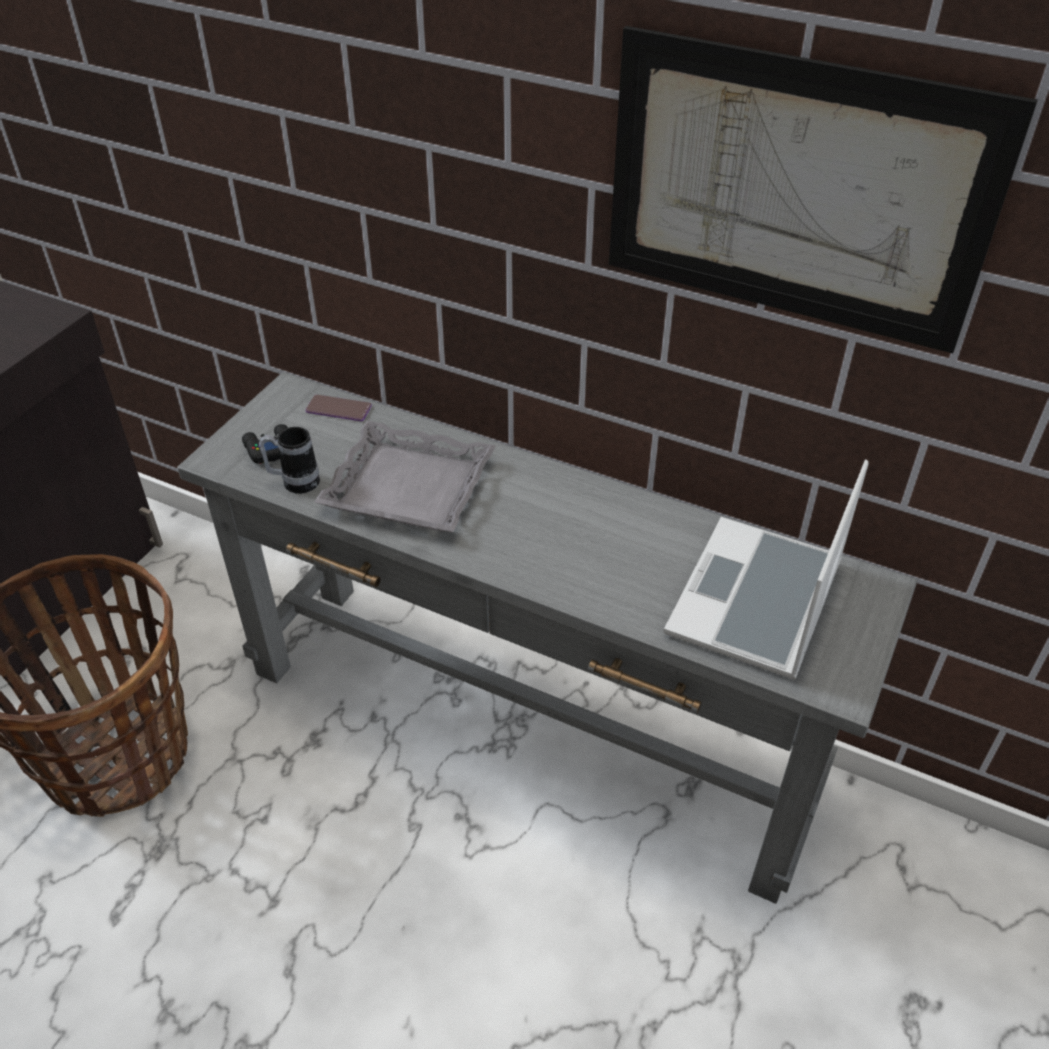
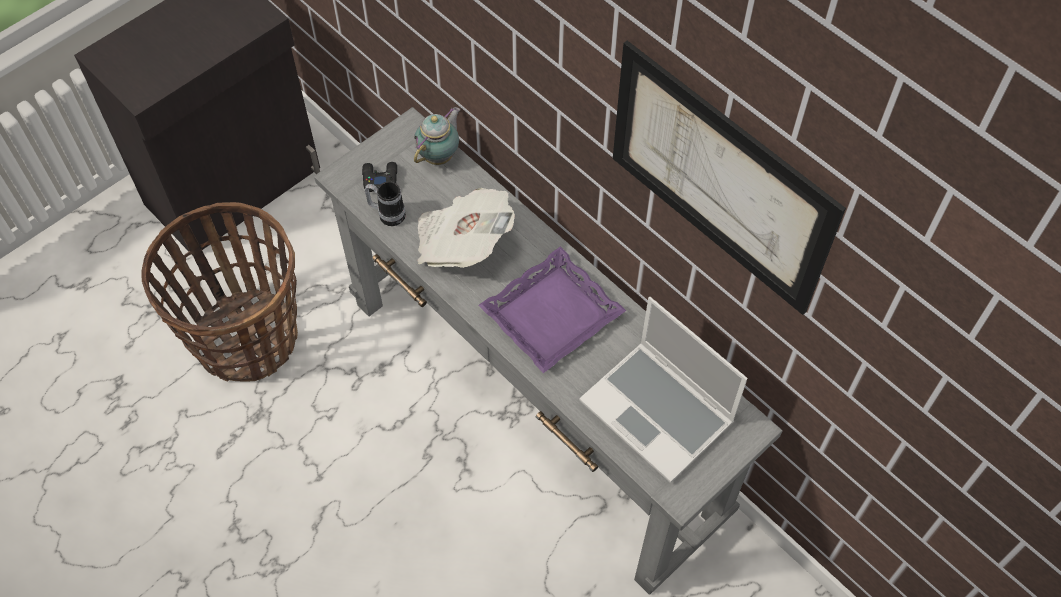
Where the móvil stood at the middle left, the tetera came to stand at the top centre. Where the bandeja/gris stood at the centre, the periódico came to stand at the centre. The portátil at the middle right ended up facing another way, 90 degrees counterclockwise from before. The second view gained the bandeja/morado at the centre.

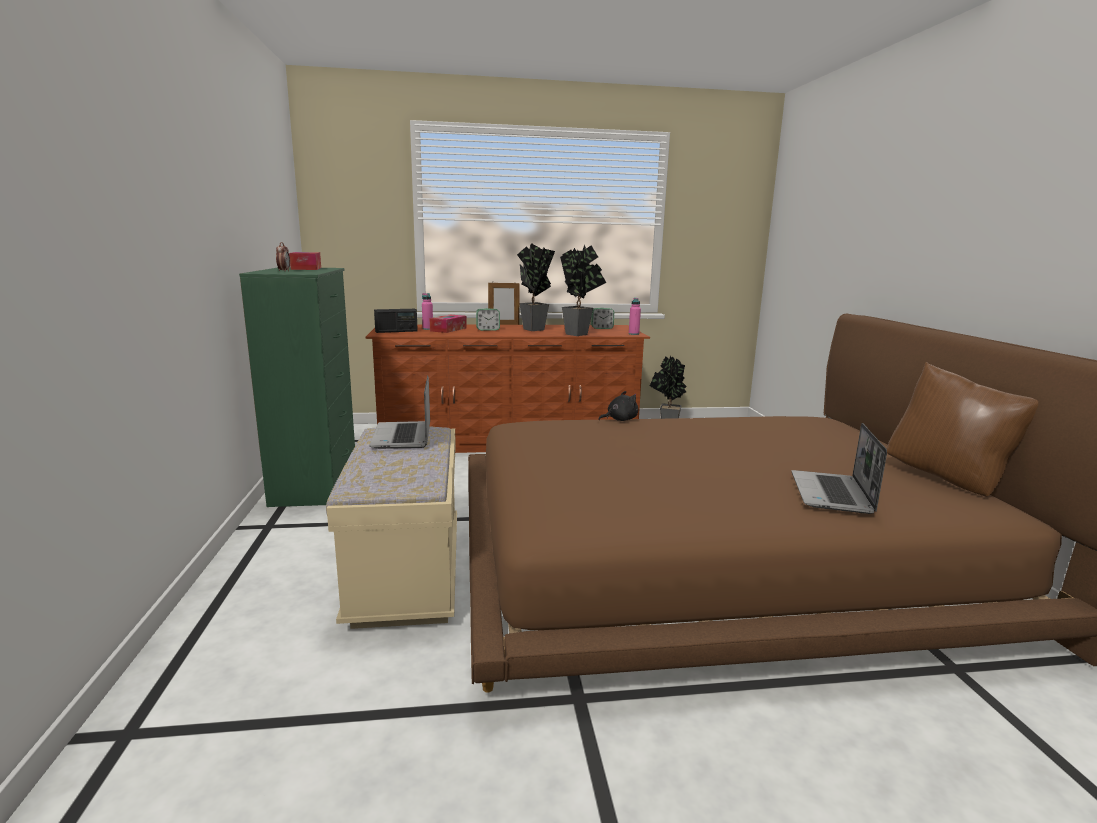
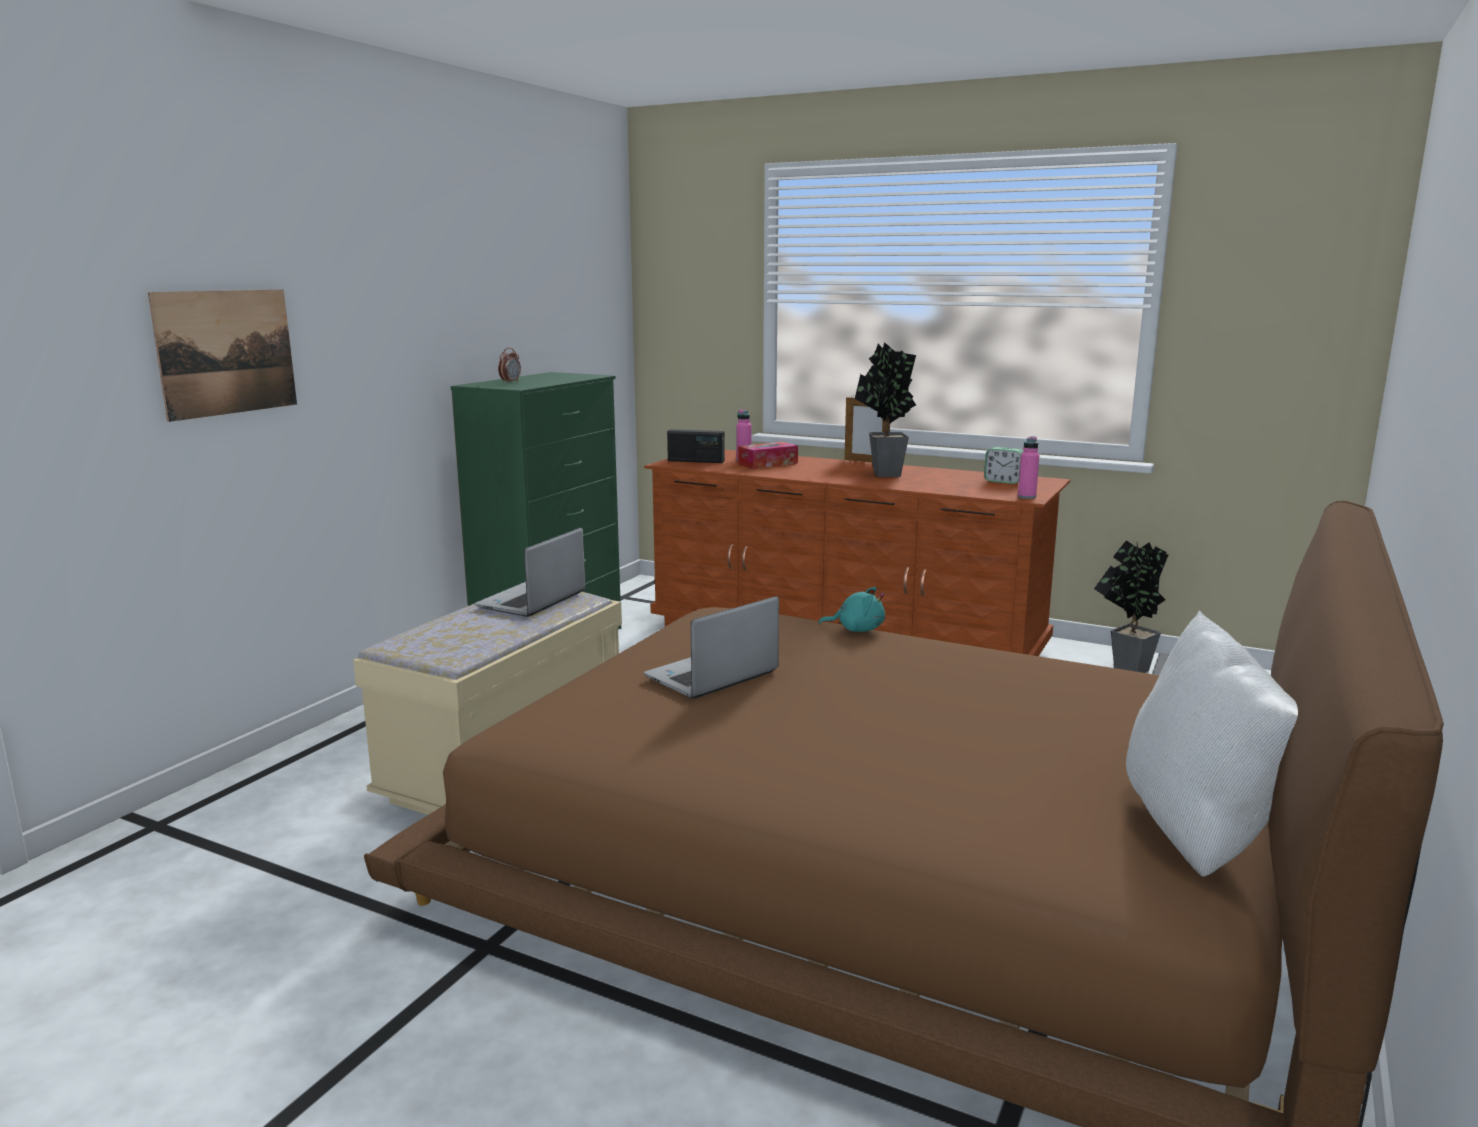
The second view lost the planta en maceta (2nd from left) at the centre. The second view lost the caja de pañuelos (1st from left) at the top left. The second view lost the despertador (2nd from left) at the centre. What was the cojín/marrón at the middle right turned into the cojín/blanco at the middle right. What was the peluche/negro at the centre turned into the peluche/turquesa at the centre. The portátil (2nd from left) ended up elsewhere, having gone from the middle right to the centre. The second view gained the cuadro at the top left.

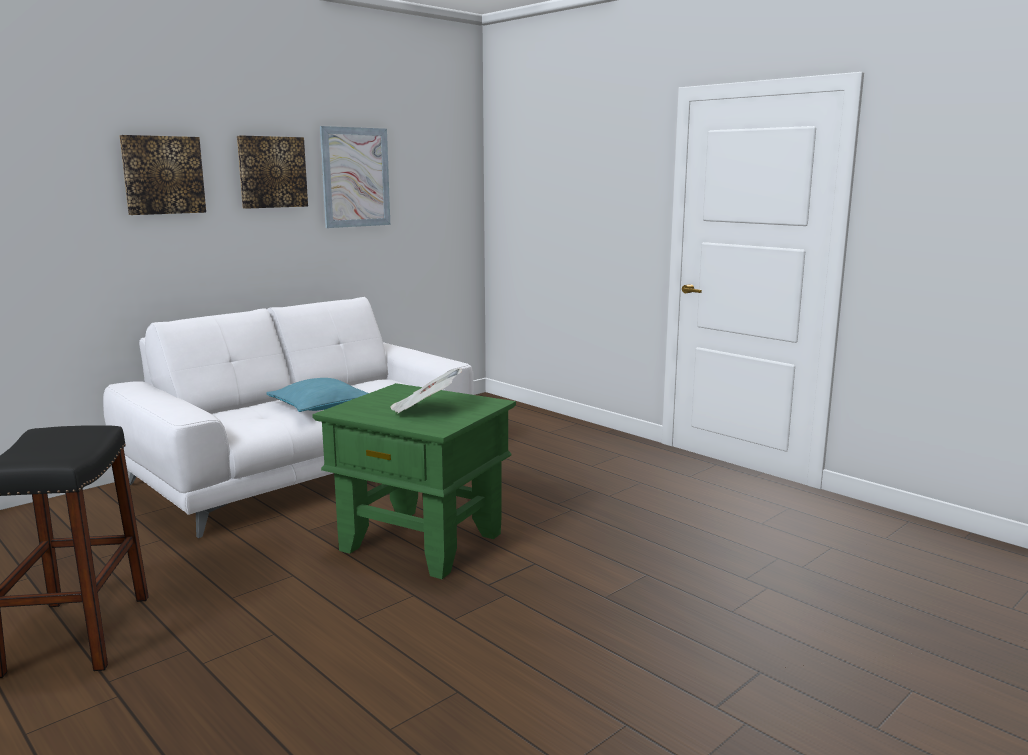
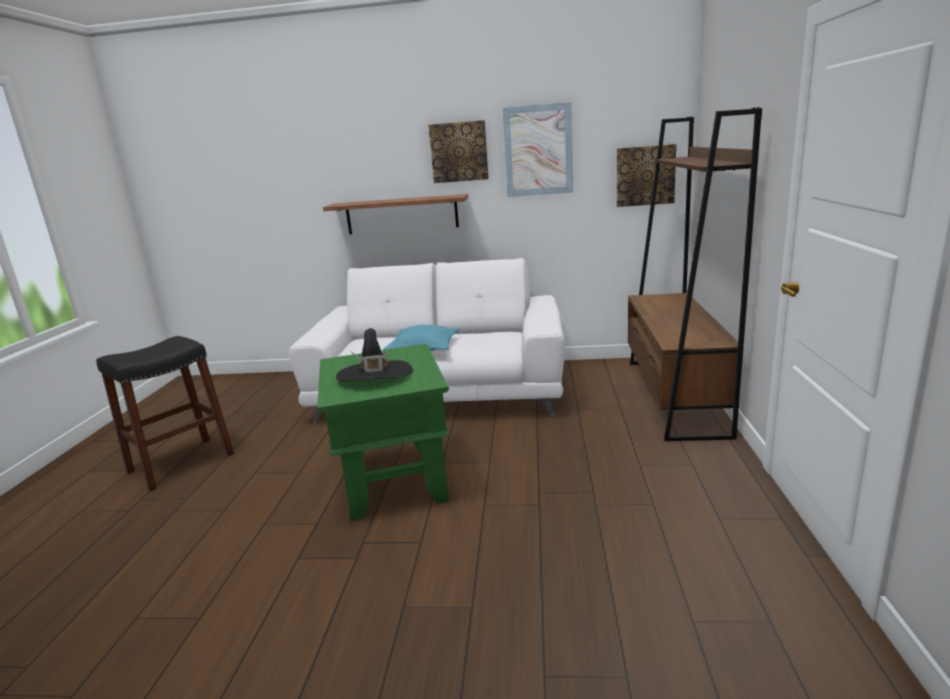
The cuadro (1st from left in the first image) ended up elsewhere, having gone from the top left to the top right. Where the periódico stood at the centre, the sombrero/negro came to stand at the centre. The second view gained the estantería/marrón at the middle right. The second view gained the estante at the top centre.

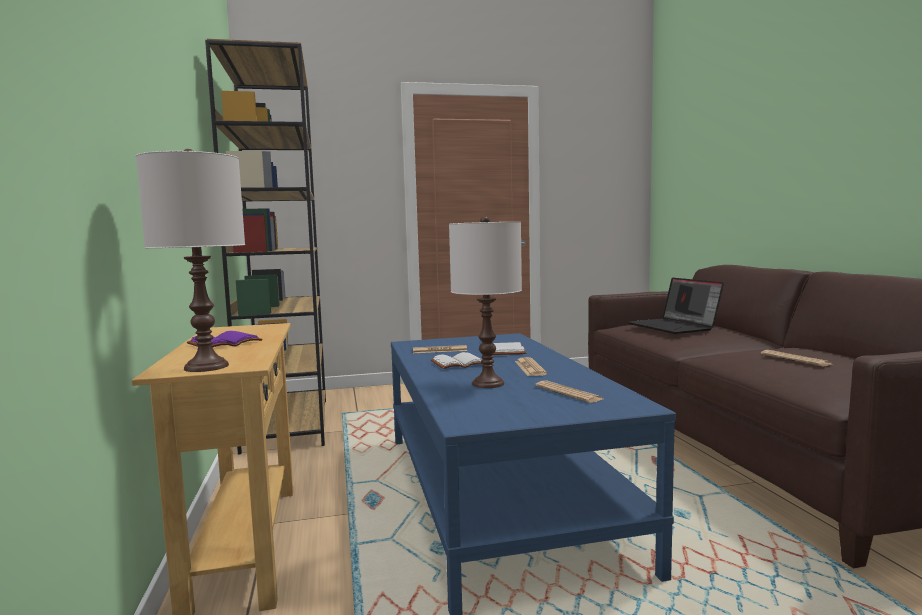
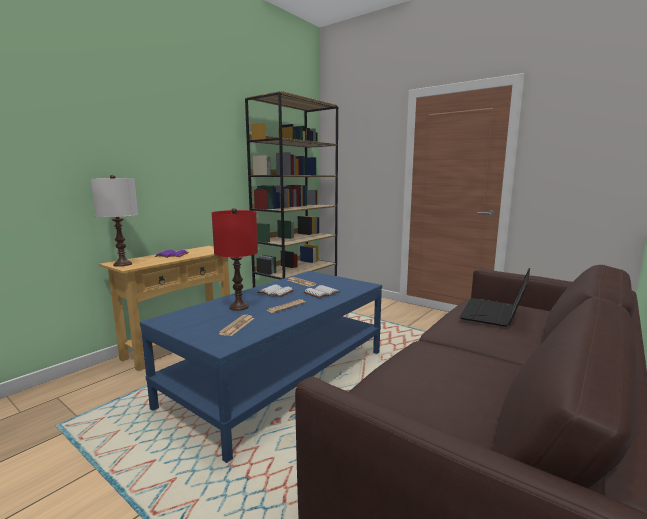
What was the lámpara de mesa/blanco (2nd from left) at the centre turned into the lámpara de mesa/rojo at the centre. The second view lost the periódico (4th from left) at the middle right.

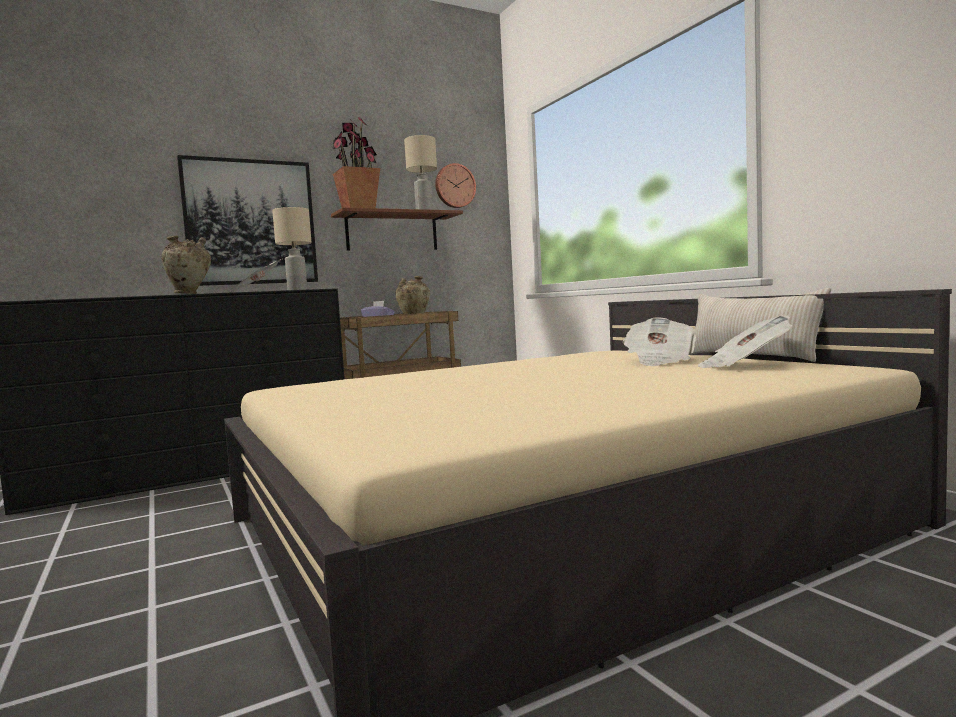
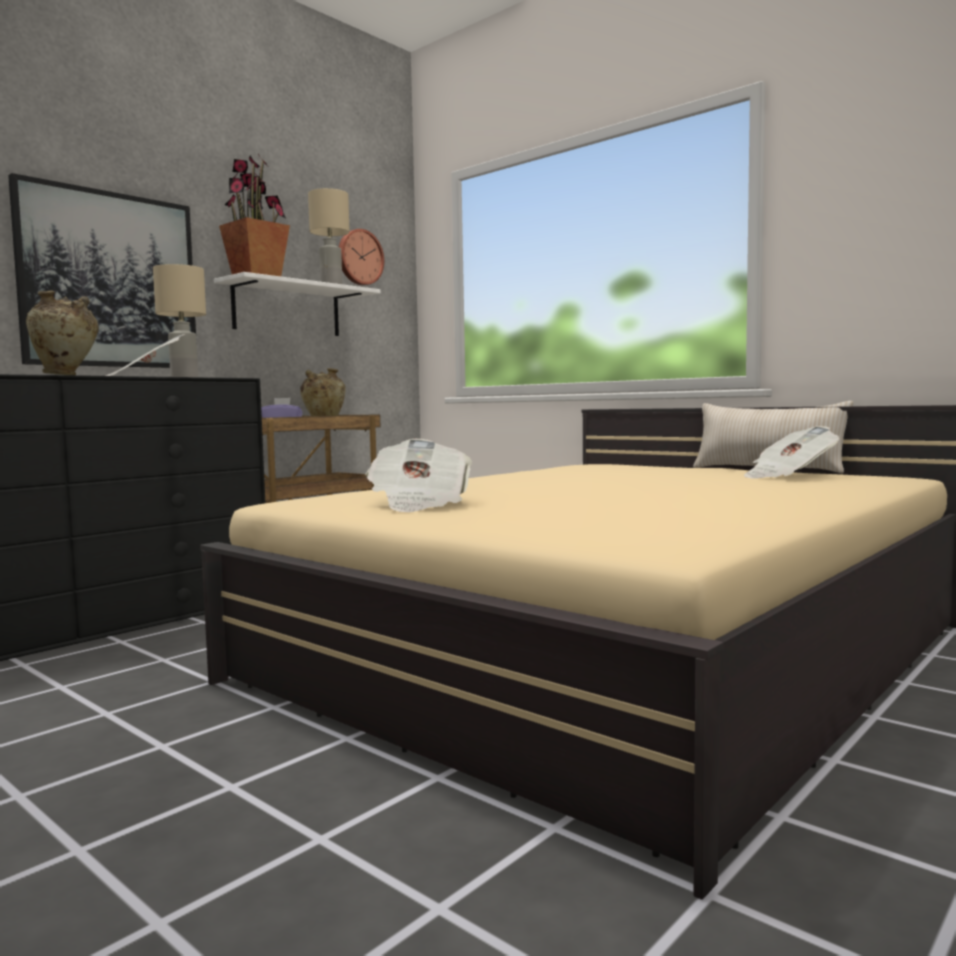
What was the estante/marrón at the top centre turned into the estante/blanco at the top left. The periódico (2nd from left) ended up elsewhere, having gone from the middle right to the centre.

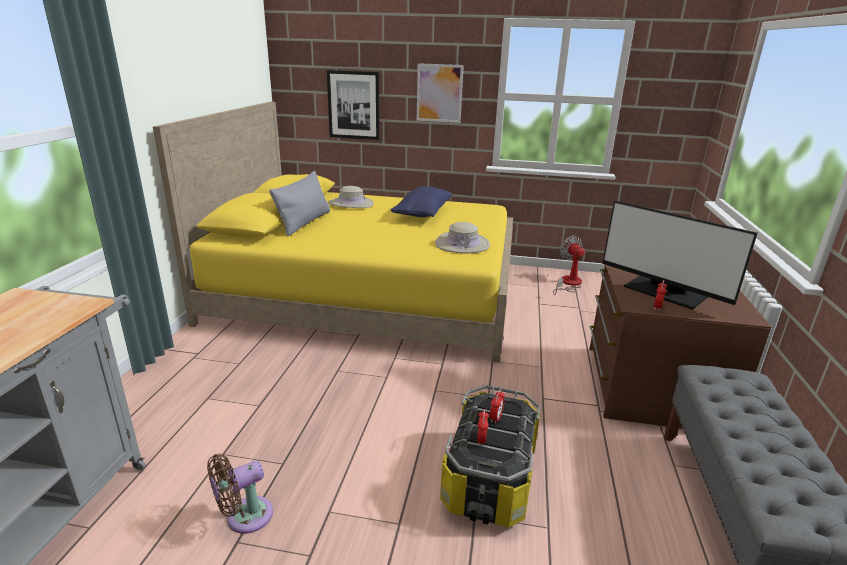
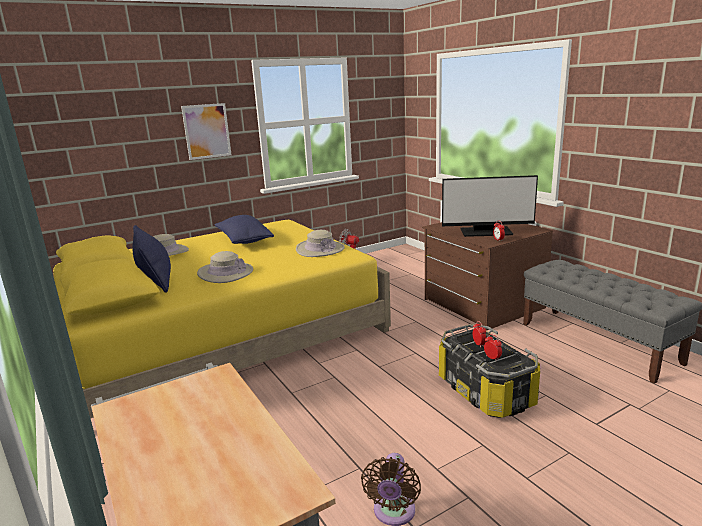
The second view lost the cuadro (1st from left) at the top centre. What was the cojín/gris at the centre turned into the cojín/azul (1st from left) at the middle left. The second view gained the sombrero/beis (2nd from left) at the middle left.

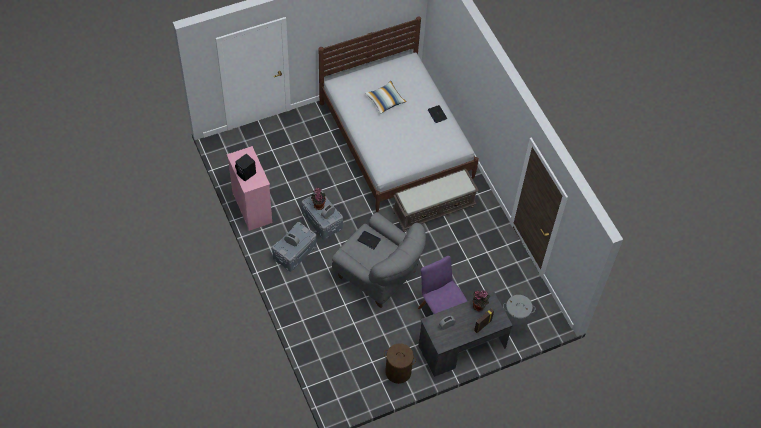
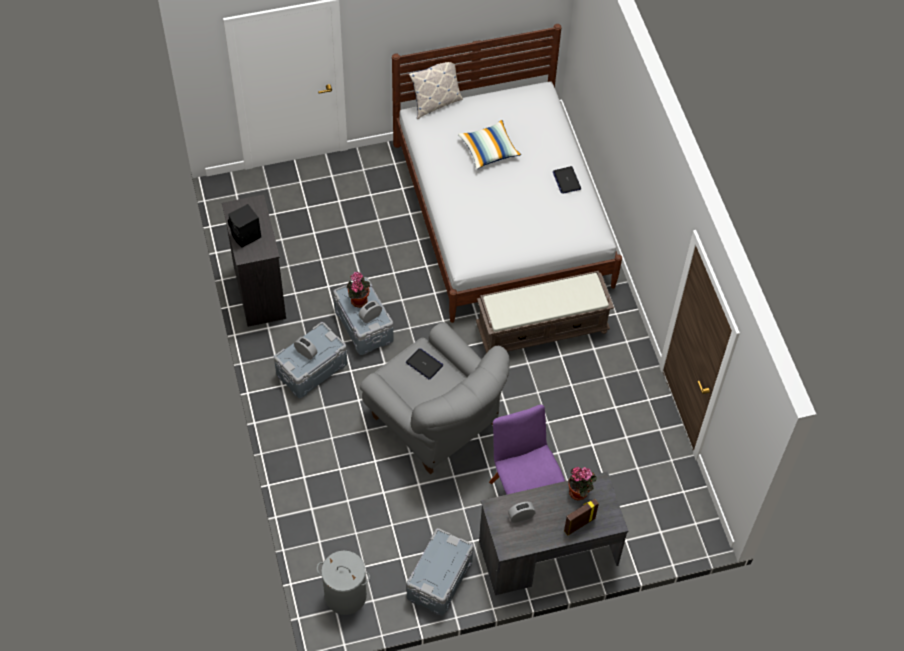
What was the cómoda/rosa at the middle left turned into the cómoda/negro at the middle left. The cesto de la ropa/gris ended up elsewhere, having gone from the bottom right to the bottom centre. Where the cesto de la ropa/marrón stood at the bottom centre, the caja de almacenaje/gris (3rd from left) came to stand at the bottom centre. The second view gained the cojín (1st from left) at the top centre.

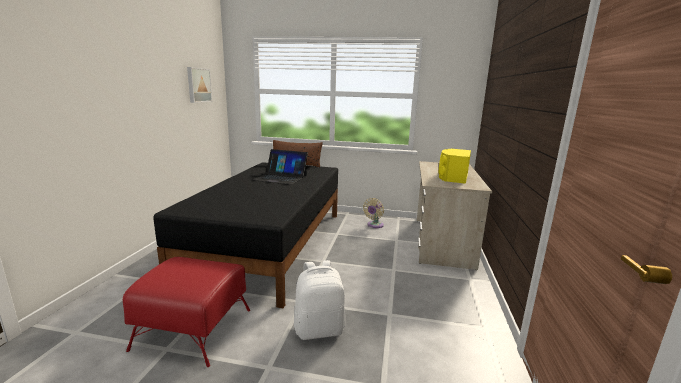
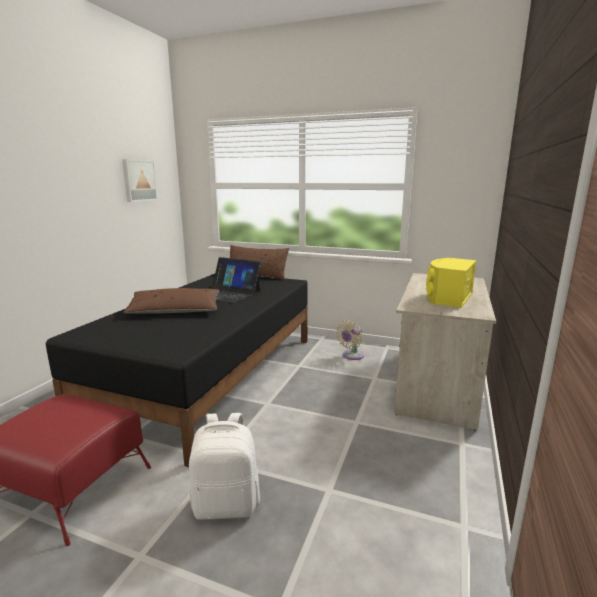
The second view gained the cojín/marrón (1st from left) at the middle left.

